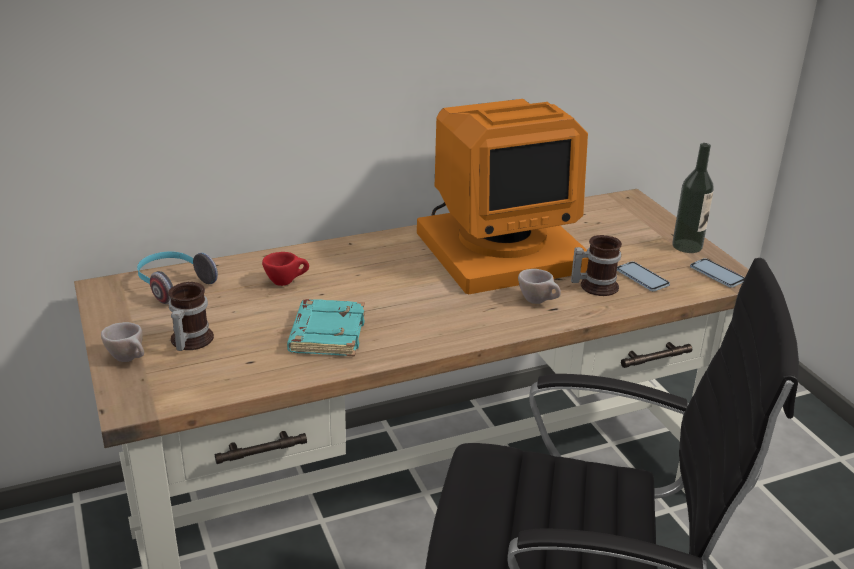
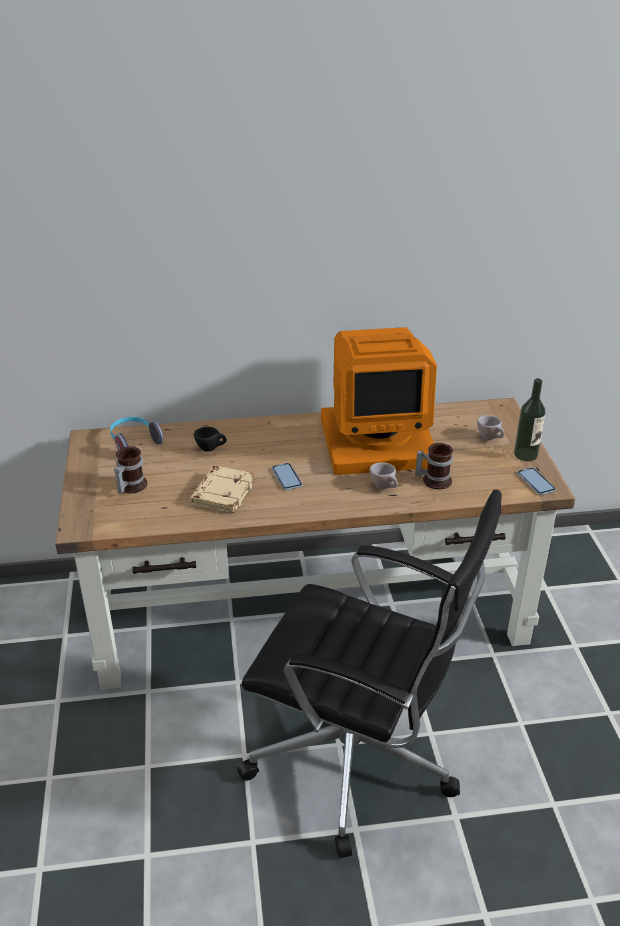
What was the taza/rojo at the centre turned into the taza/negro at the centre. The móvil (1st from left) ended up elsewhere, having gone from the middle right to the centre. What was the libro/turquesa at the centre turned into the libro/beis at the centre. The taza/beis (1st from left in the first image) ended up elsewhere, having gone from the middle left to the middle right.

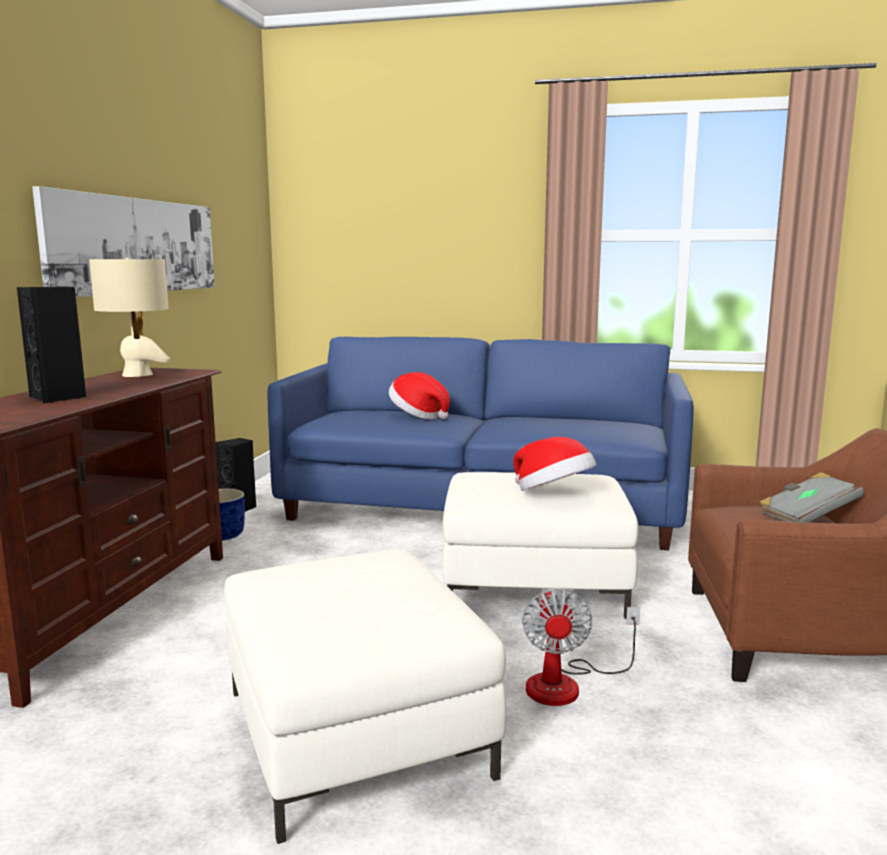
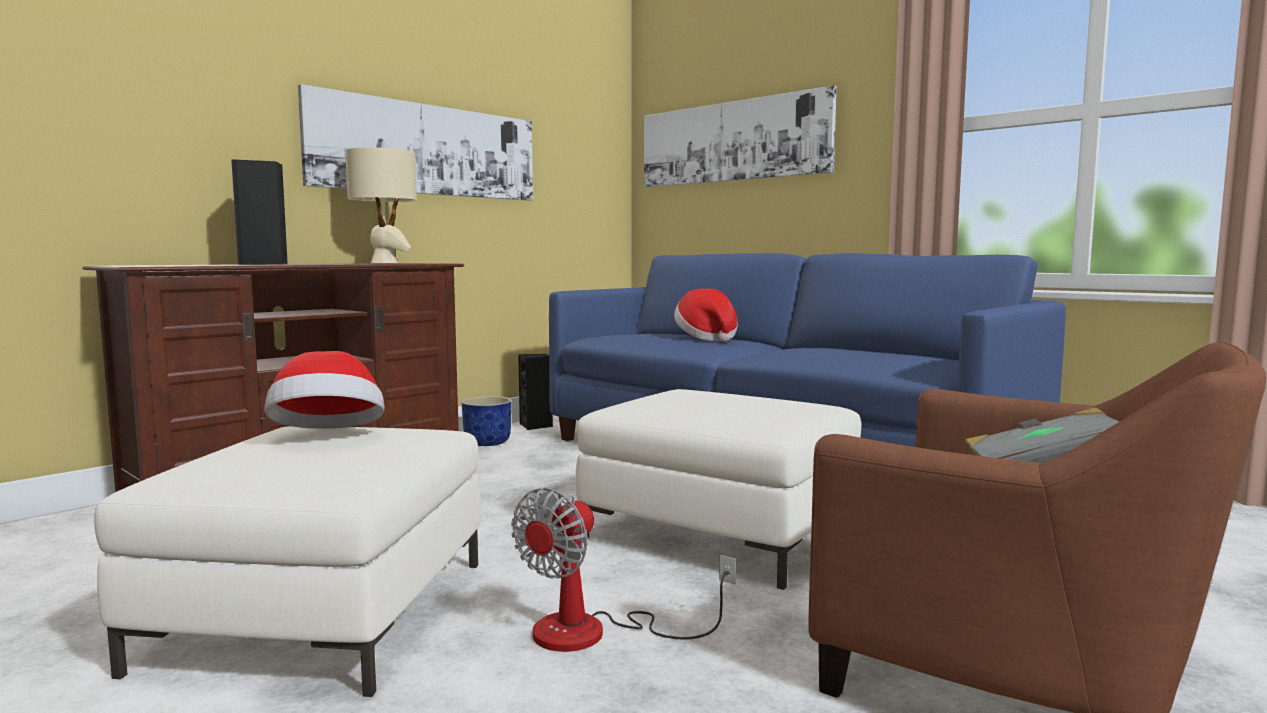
The sombrero (2nd from left in the first image) ended up elsewhere, having gone from the centre to the middle left. The second view gained the cuadro (2nd from left) at the top centre.

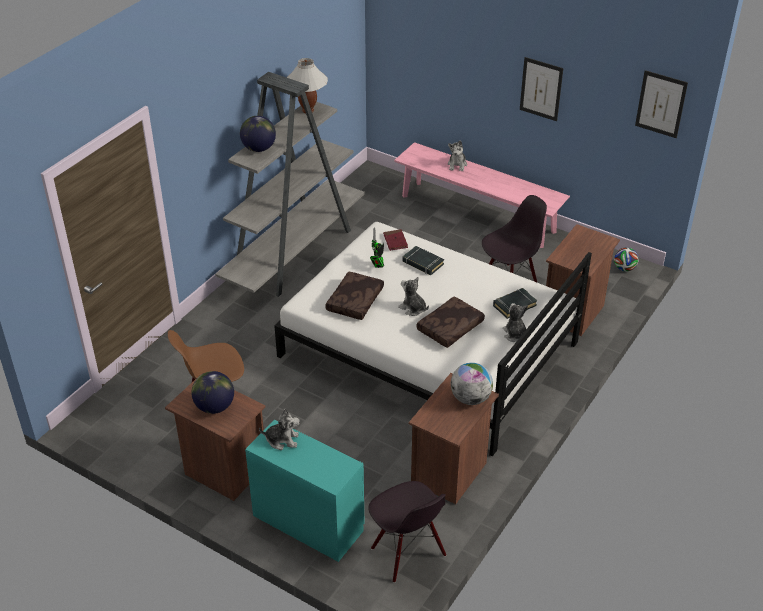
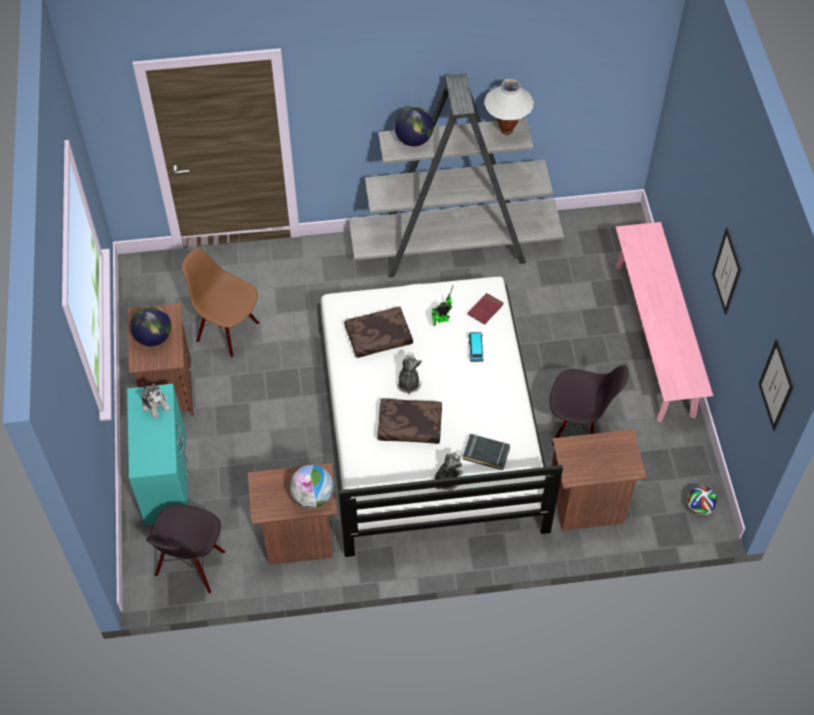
The second view lost the peluche (3rd from left) at the top centre. Where the libro/negro (1st from left) stood at the centre, the coche de juguete came to stand at the centre.

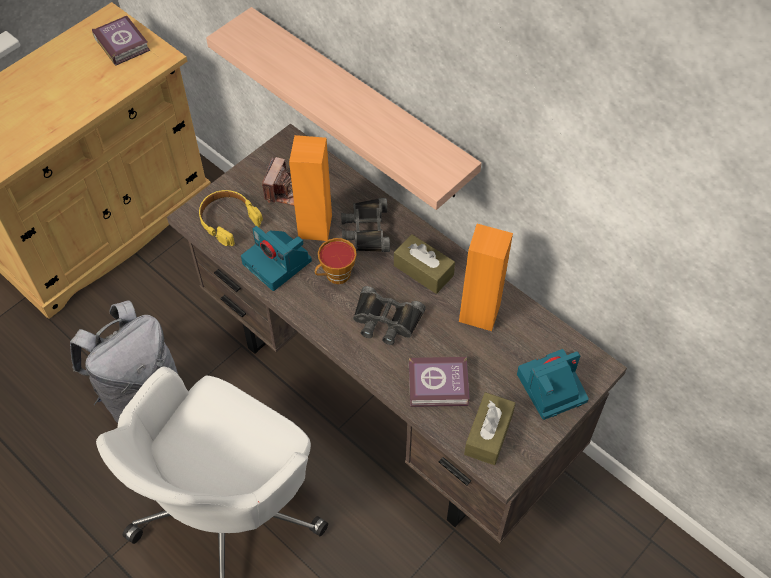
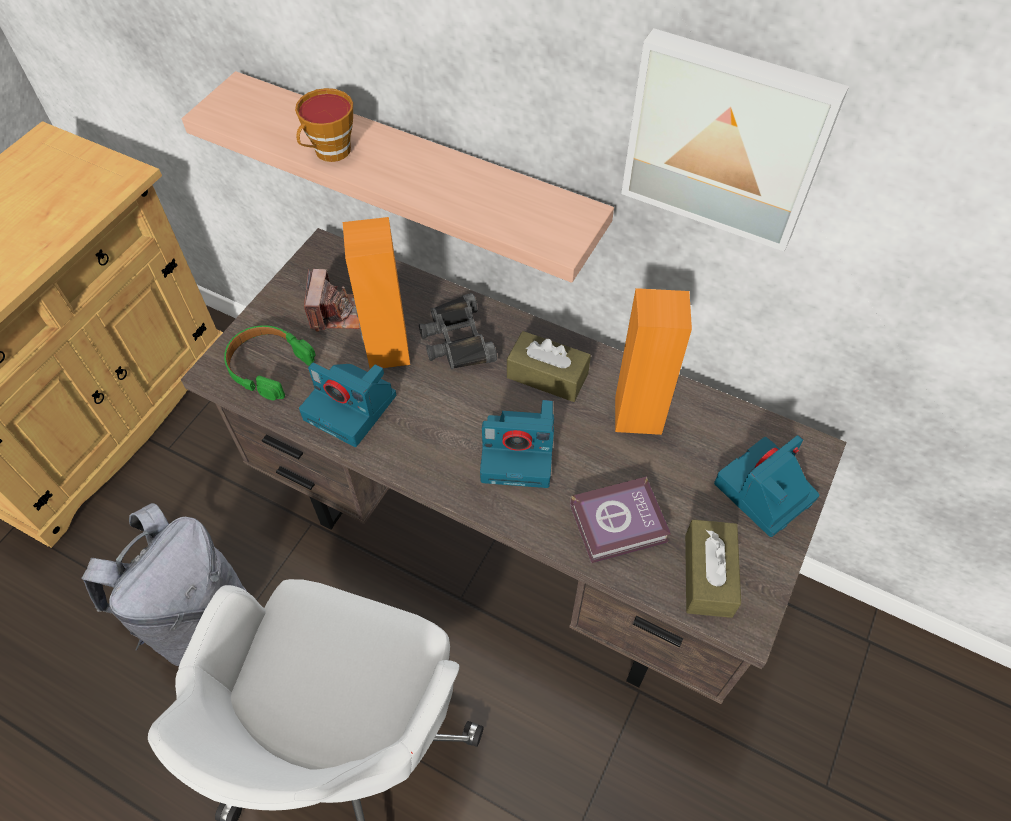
The second view lost the libro (1st from left) at the top left. What was the auriculares/amarillo at the middle left turned into the auriculares/verde at the middle left. The taza ended up elsewhere, having gone from the centre to the top left. Where the prismáticos/negro (2nd from left) stood at the centre, the cámara (3rd from left) came to stand at the centre. The second view gained the cuadro at the top right.

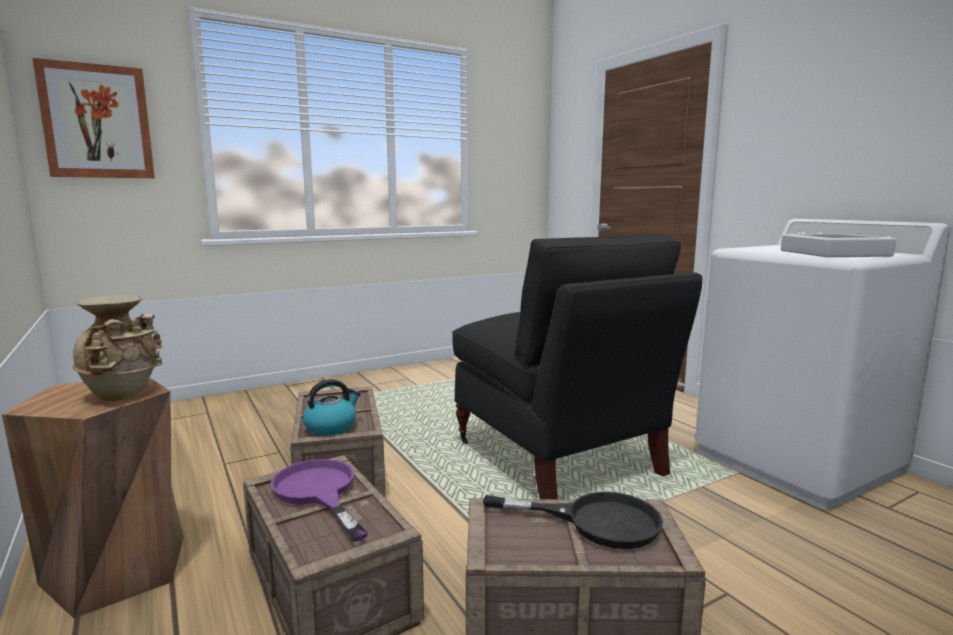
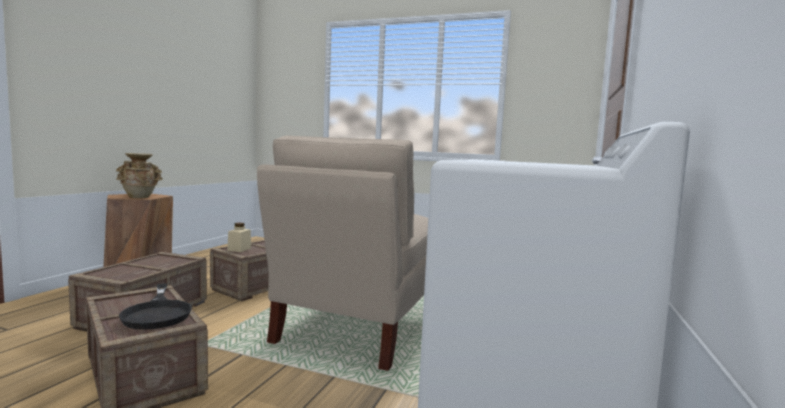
The second view lost the cuadro at the top left. What was the silla/negro at the centre turned into the silla/beis at the centre. The second view lost the bandeja/gris at the middle right. Where the hervidor stood at the centre, the tarro/beis came to stand at the middle left. The second view lost the sartén/morado at the bottom centre.

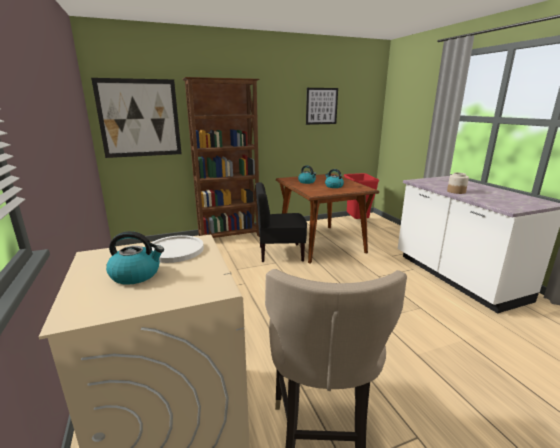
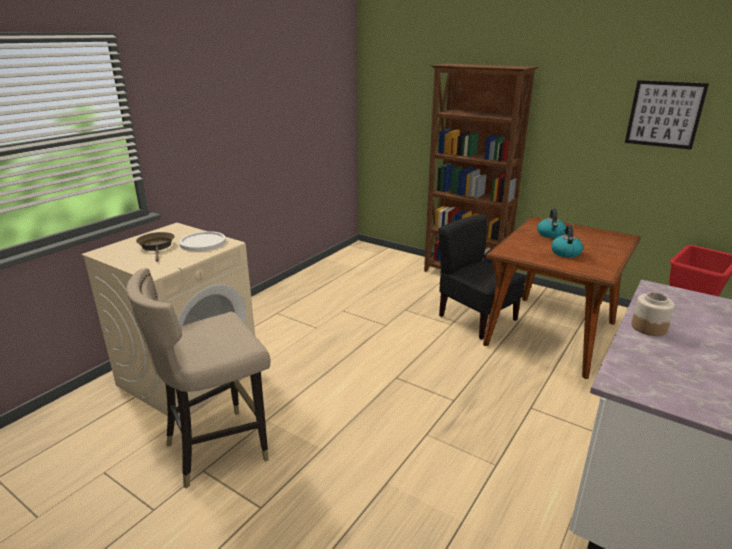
The second view lost the cuadro (1st from left) at the top left. Where the hervidor (1st from left) stood at the middle left, the sartén/marrón came to stand at the middle left.

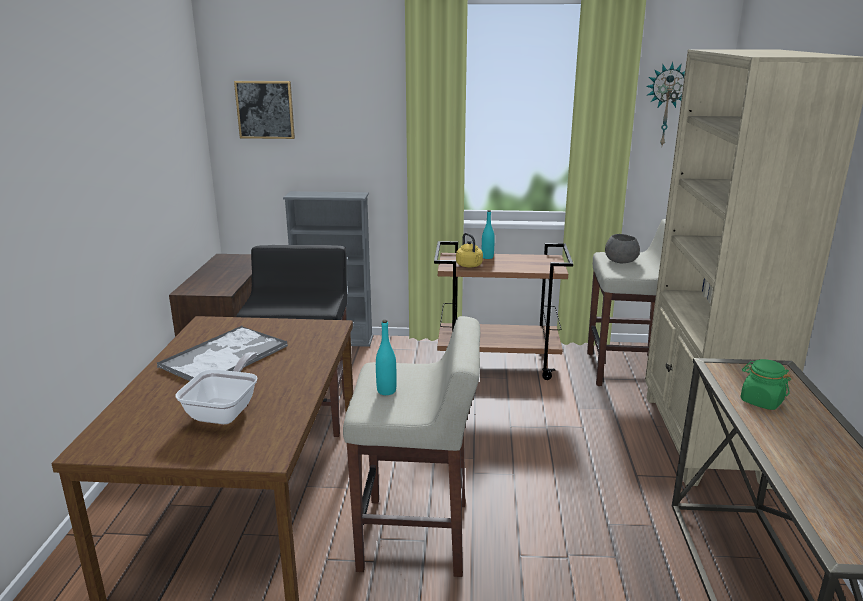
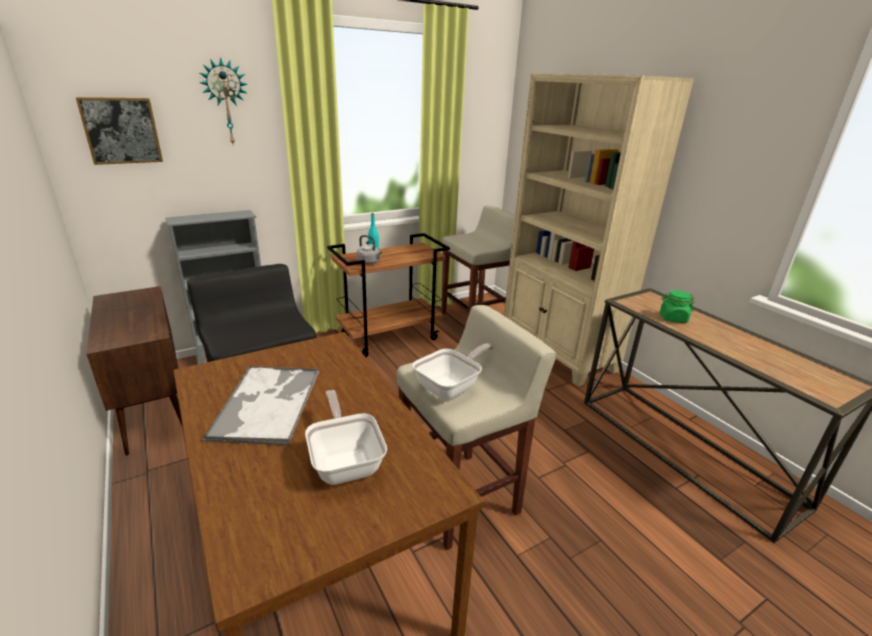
The reloj de pared ended up elsewhere, having gone from the top right to the top left. What was the hervidor/amarillo at the centre turned into the hervidor/gris at the centre. The second view lost the cuenco/gris at the middle right. Where the botella/turquesa (1st from left) stood at the centre, the sartén (2nd from left) came to stand at the centre.

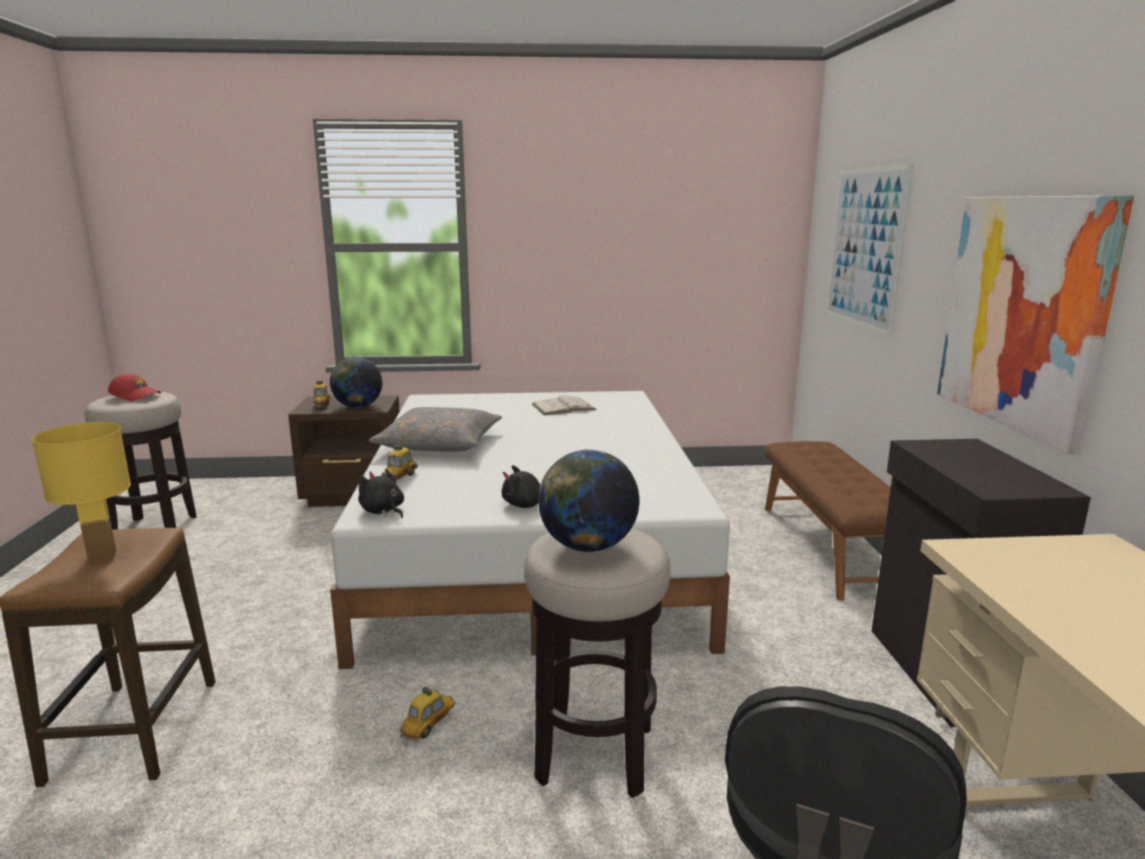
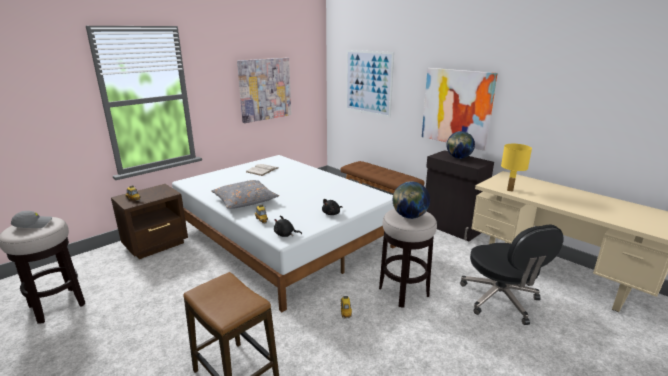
The globo terráqueo (1st from left in the first image) ended up elsewhere, having gone from the middle left to the middle right. What was the gorra/rojo at the middle left turned into the gorra/gris at the middle left. The lámpara de mesa/amarillo ended up elsewhere, having gone from the middle left to the middle right. The second view gained the cuadro (1st from left) at the top centre.

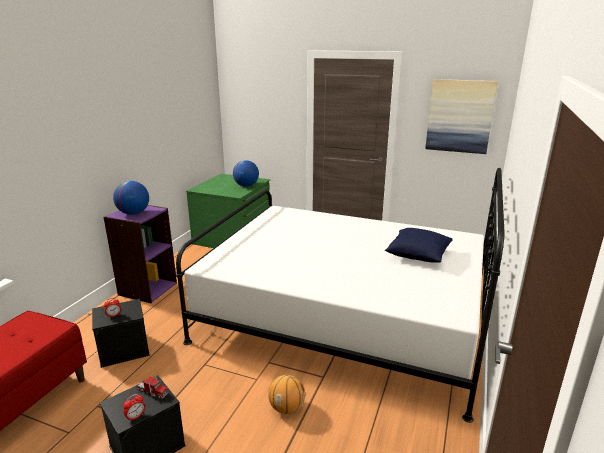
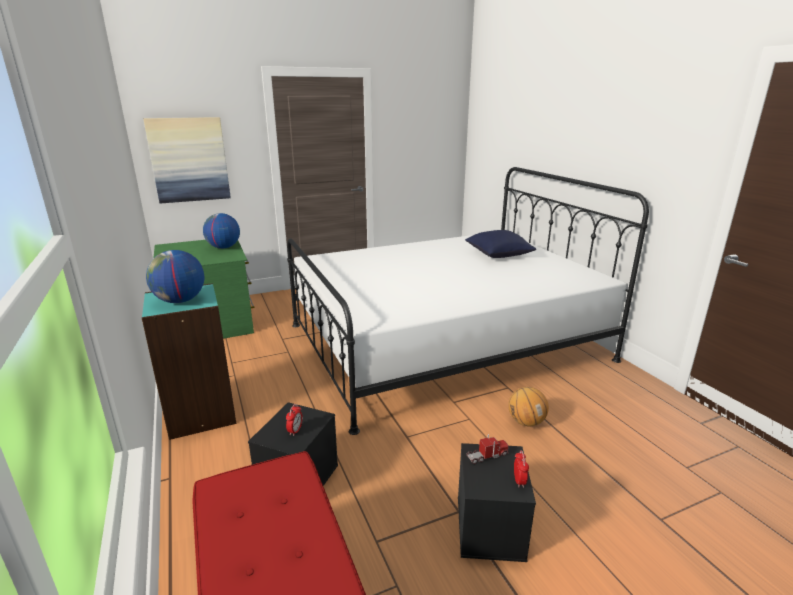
The cuadro ended up elsewhere, having gone from the top right to the top left. What was the estantería/morado at the middle left turned into the estantería/turquesa at the middle left.

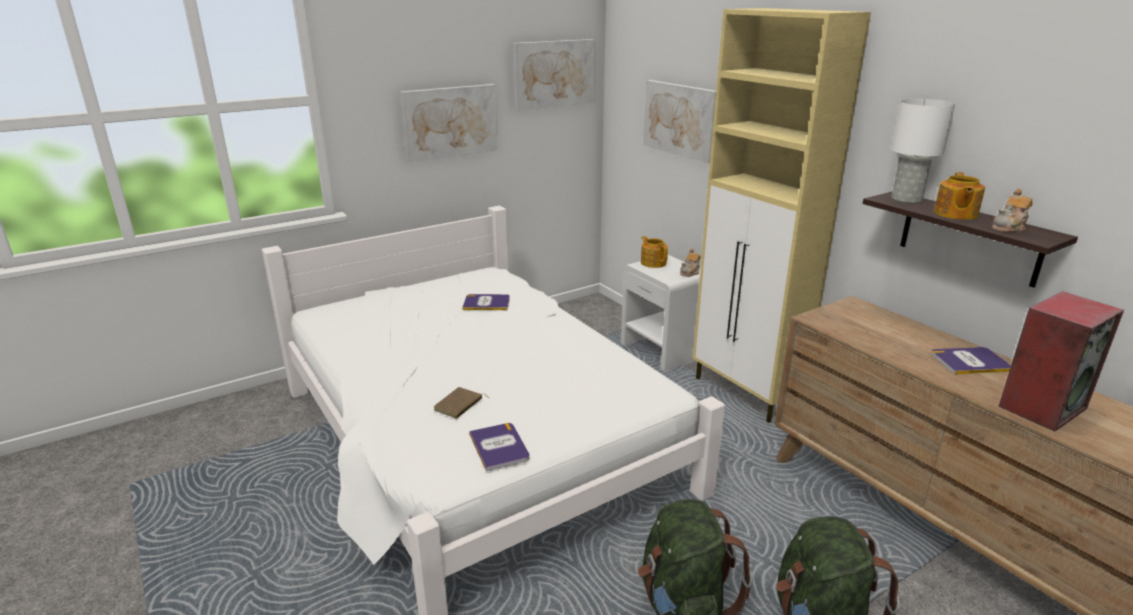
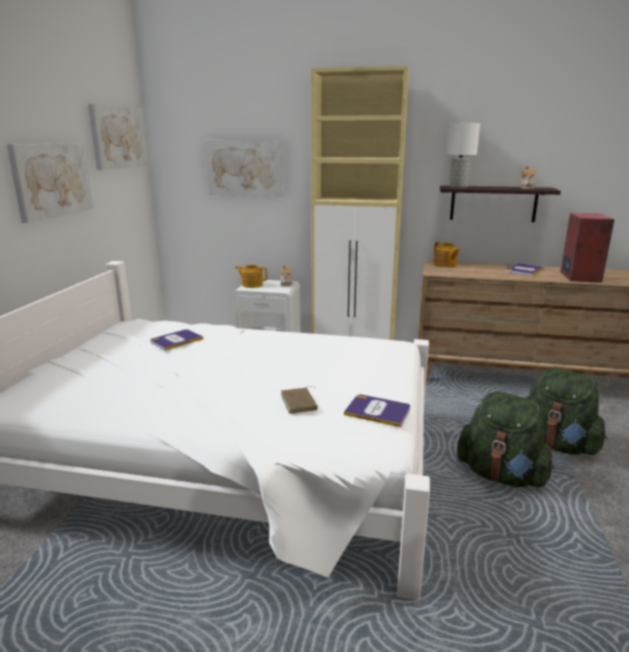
The tetera (3rd from left) ended up elsewhere, having gone from the top right to the middle right.

